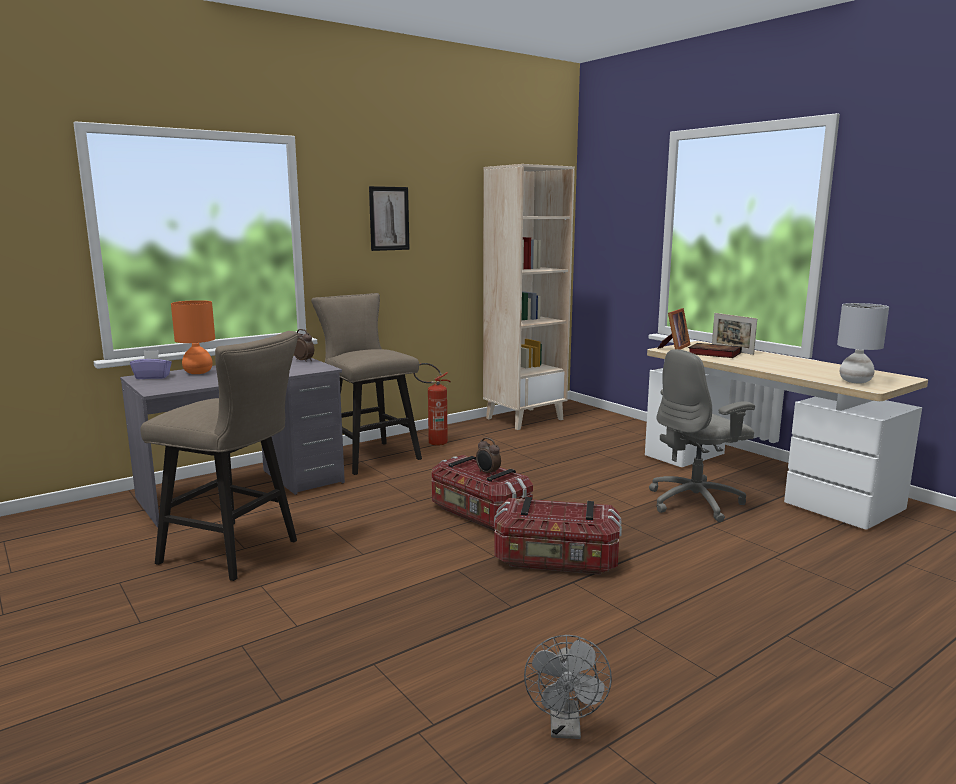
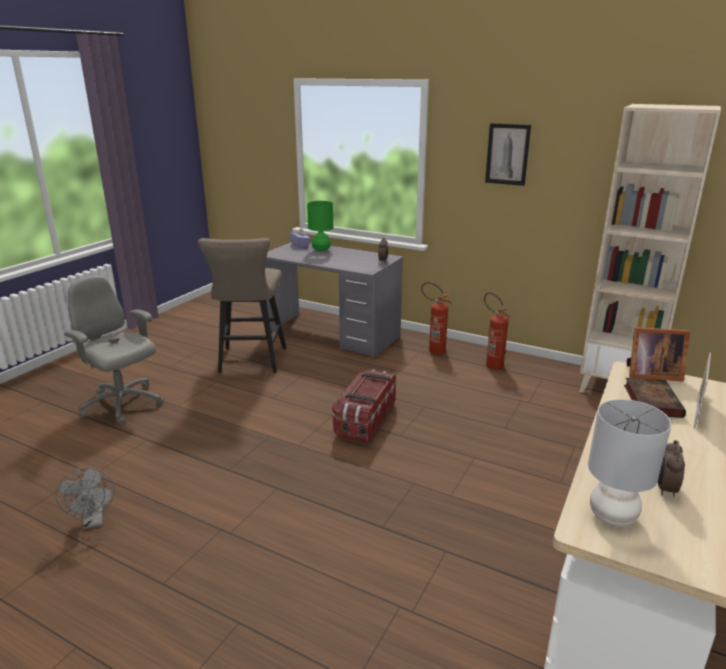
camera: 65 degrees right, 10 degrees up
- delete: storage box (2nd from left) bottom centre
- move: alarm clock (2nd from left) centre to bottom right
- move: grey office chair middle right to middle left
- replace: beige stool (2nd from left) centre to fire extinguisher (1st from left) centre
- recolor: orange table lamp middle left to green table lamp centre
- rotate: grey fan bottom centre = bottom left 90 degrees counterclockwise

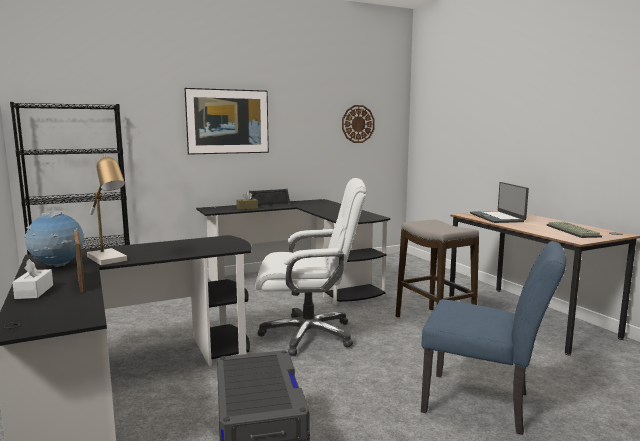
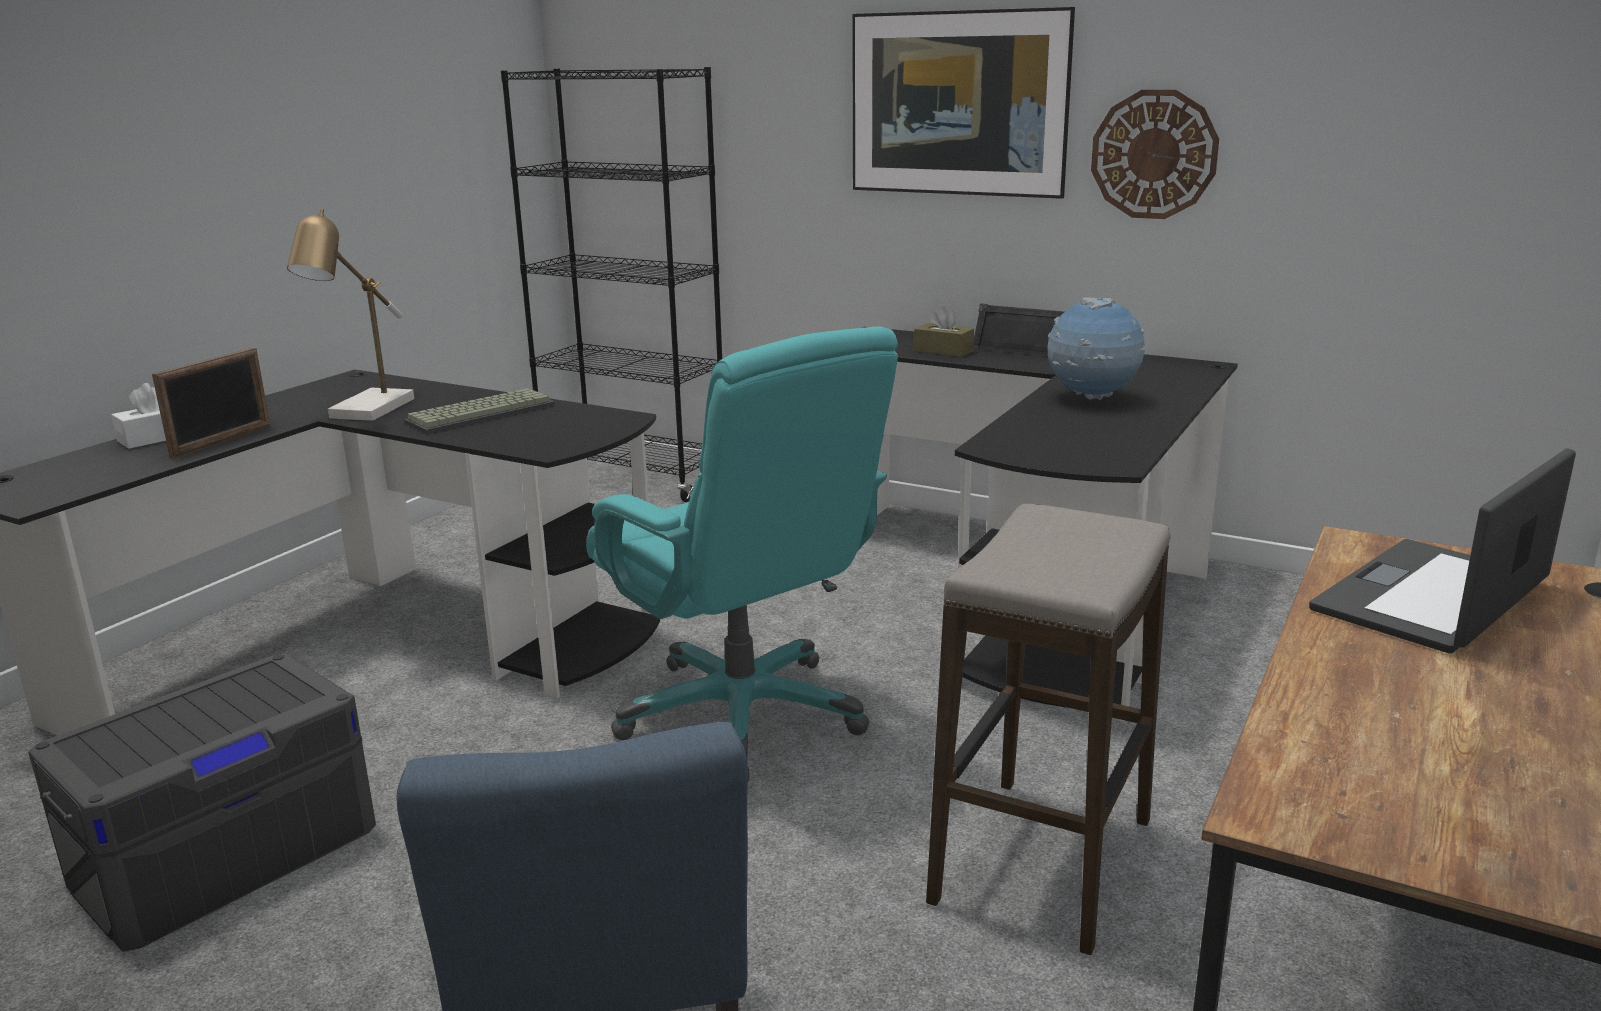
camera: 55 degrees right, 10 degrees up
- move: globe middle left to middle right
- move: wall clock top centre to top right
- move: keyboard middle right to middle left
- recolor: white office chair centre to turquoise office chair centre

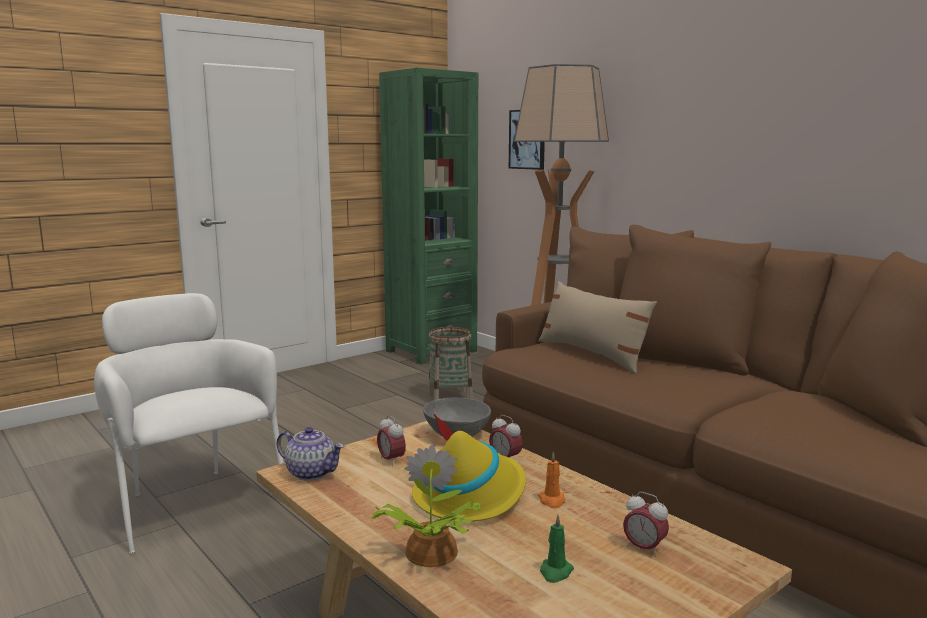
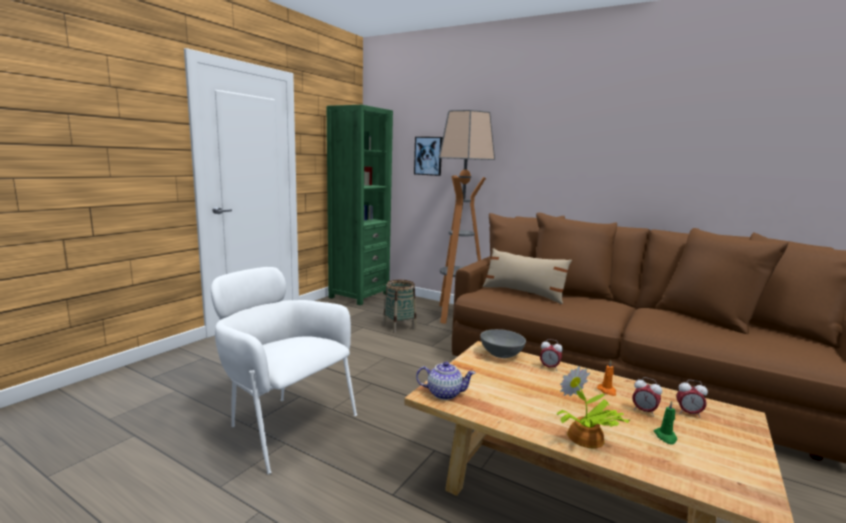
camera: 20 degrees left, 0 degrees up
- delete: yellow hat bottom centre
- move: alarm clock (1st from left in the first image) bottom centre to alarm clock (2nd from left) bottom right

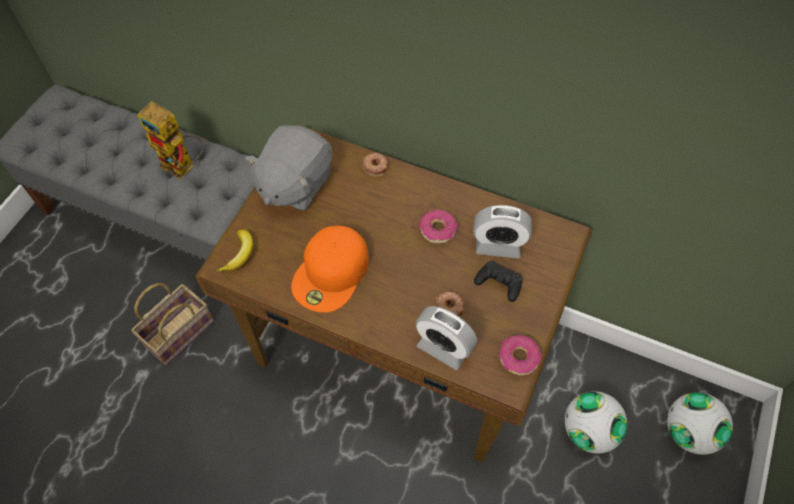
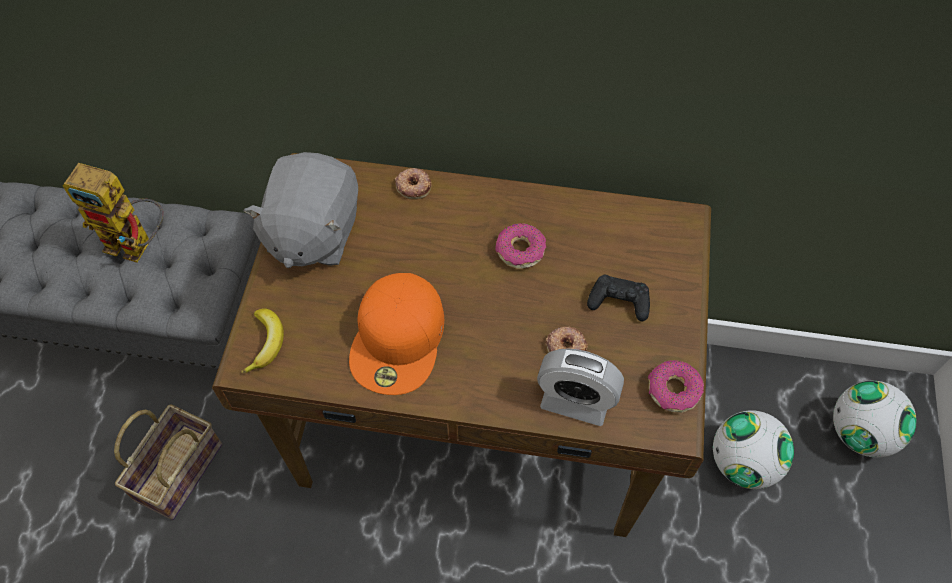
camera: 15 degrees left, 0 degrees up
- delete: alarm clock (2nd from left) centre

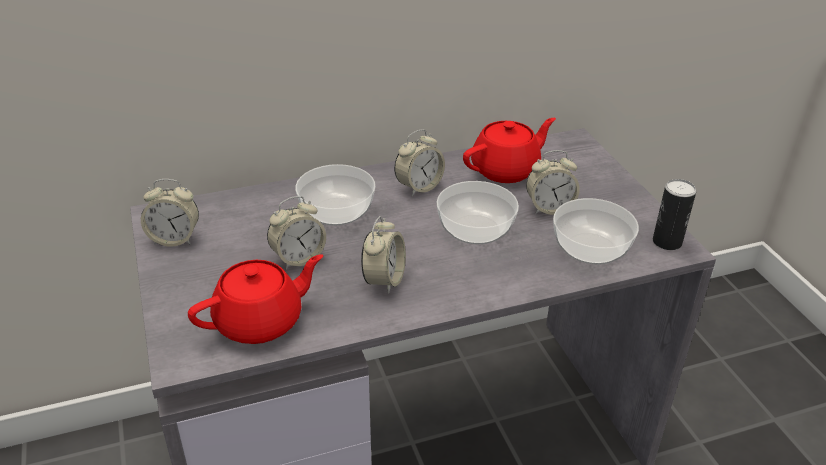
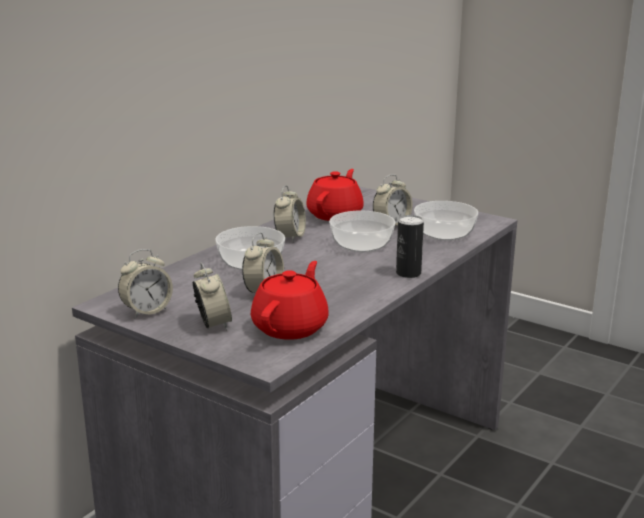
camera: 35 degrees left, 15 degrees down
- move: alarm clock (3rd from left in the first image) centre to alarm clock (2nd from left) middle left
- move: can middle right to centre

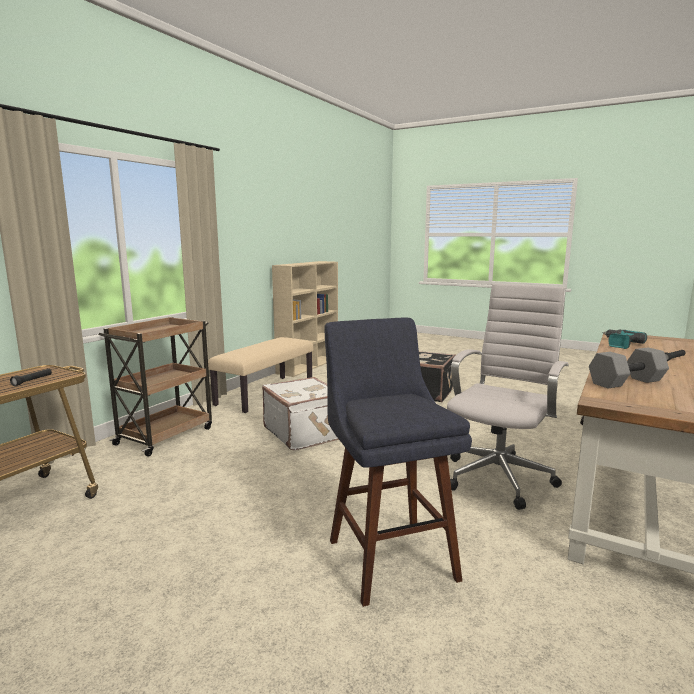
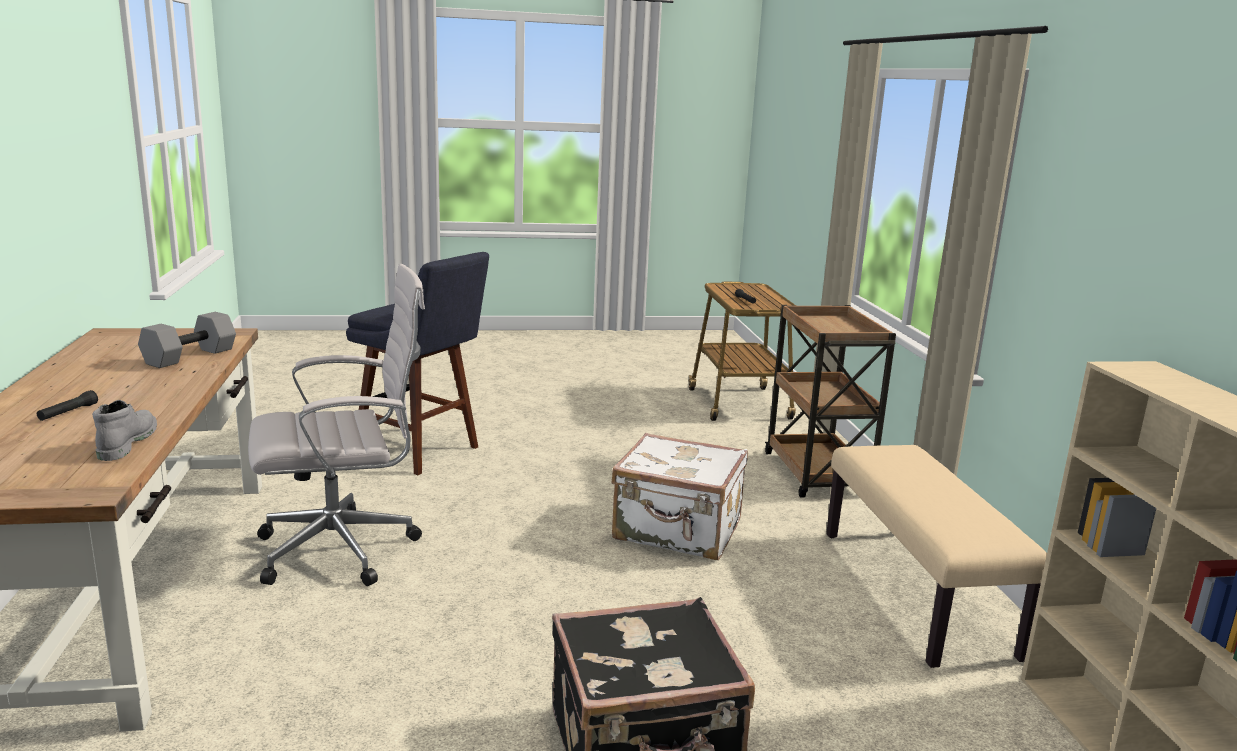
camera: 140 degrees right, 5 degrees up
- replace: power drill middle right to grey boot middle left
- rotate: white office chair middle right = middle left 105 degrees counterclockwise

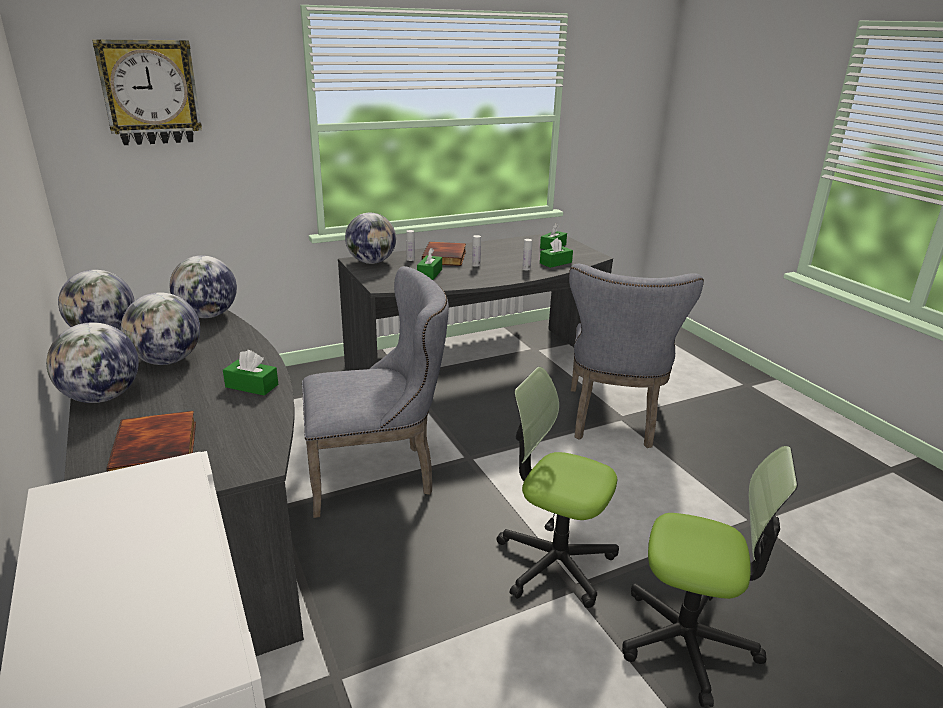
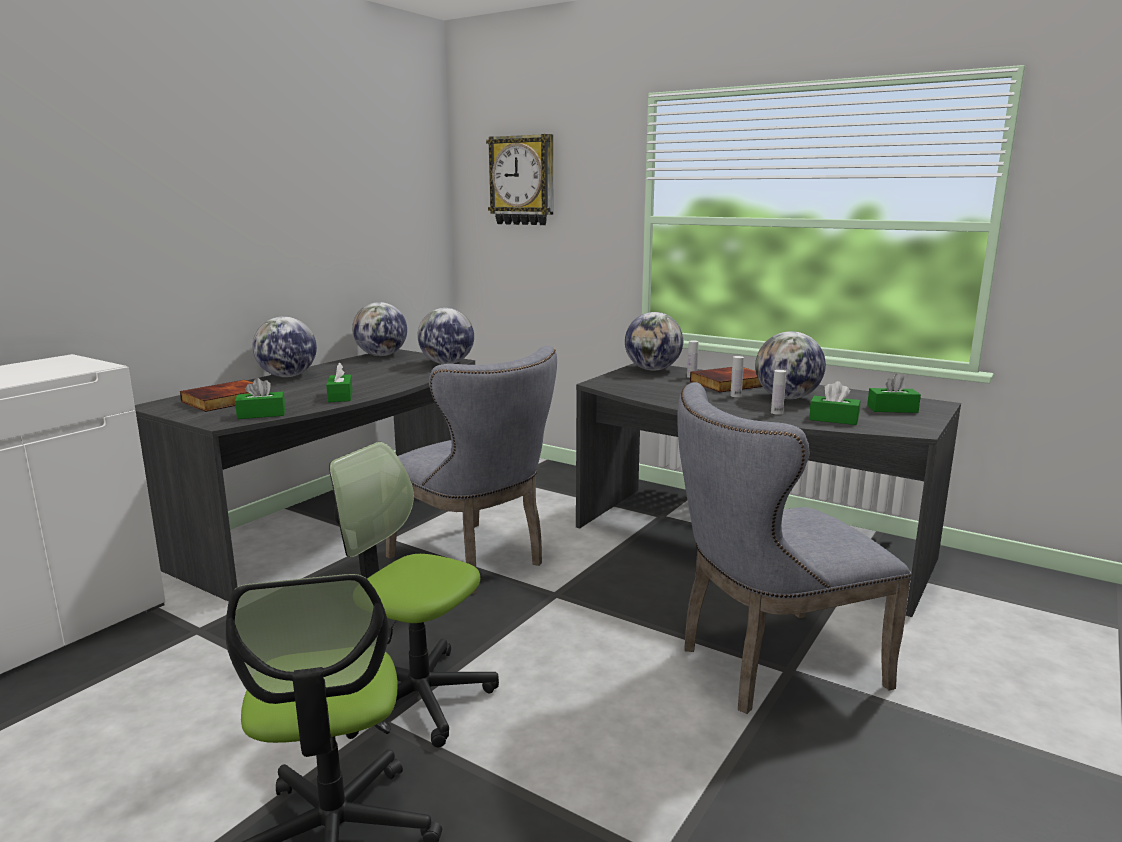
camera: 60 degrees right, 10 degrees down
- move: globe (3rd from left in the first image) middle left to globe (5th from left) middle right
- move: green tissue box (2nd from left in the first image) centre to green tissue box (1st from left) middle left
- rotate: office chair (1st from left in the first image) bottom centre = bottom centre 60 degrees counterclockwise

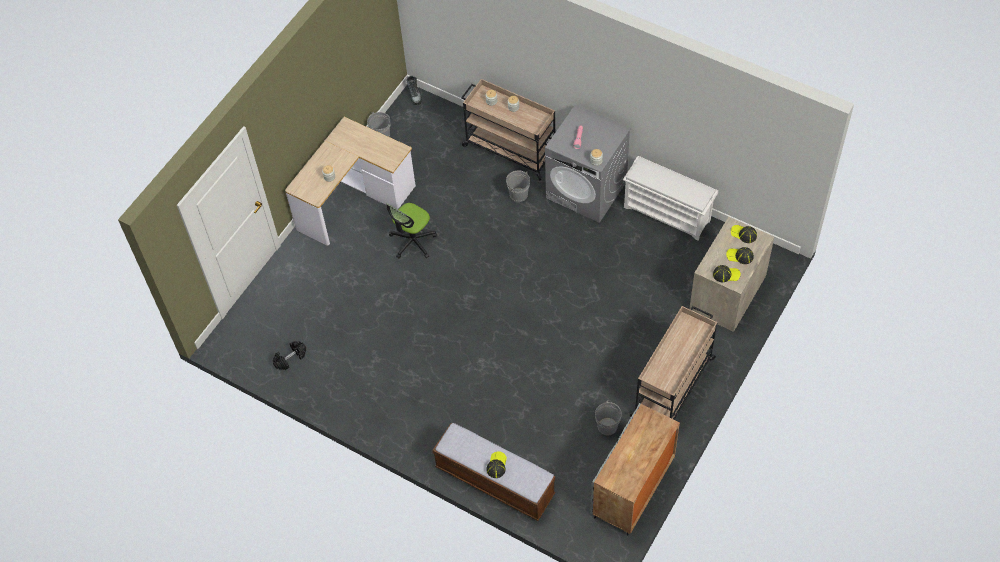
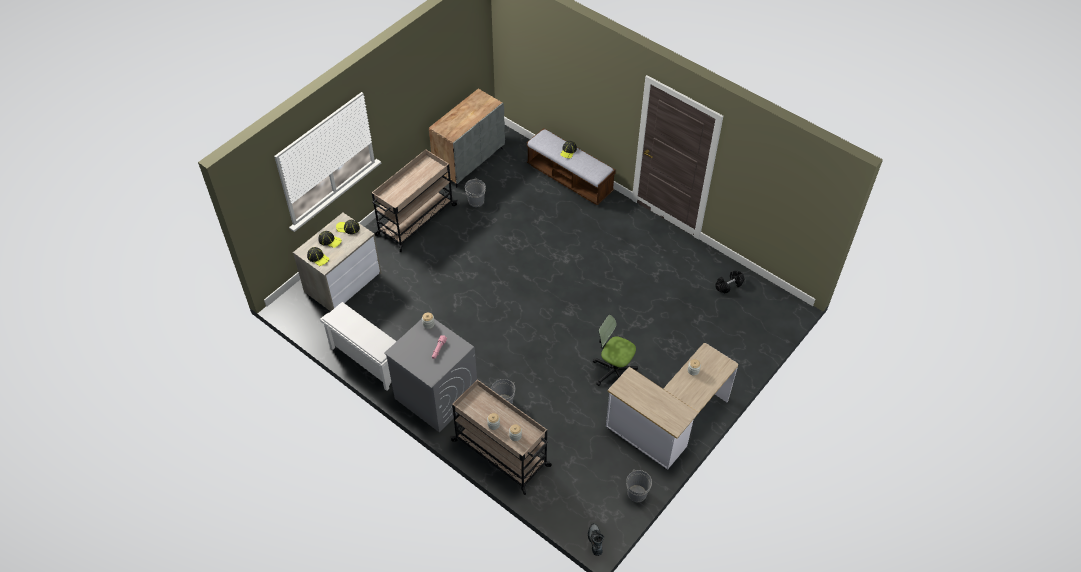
camera: 175 degrees left, 5 degrees down
- rotate: office chair centre = centre 105 degrees counterclockwise

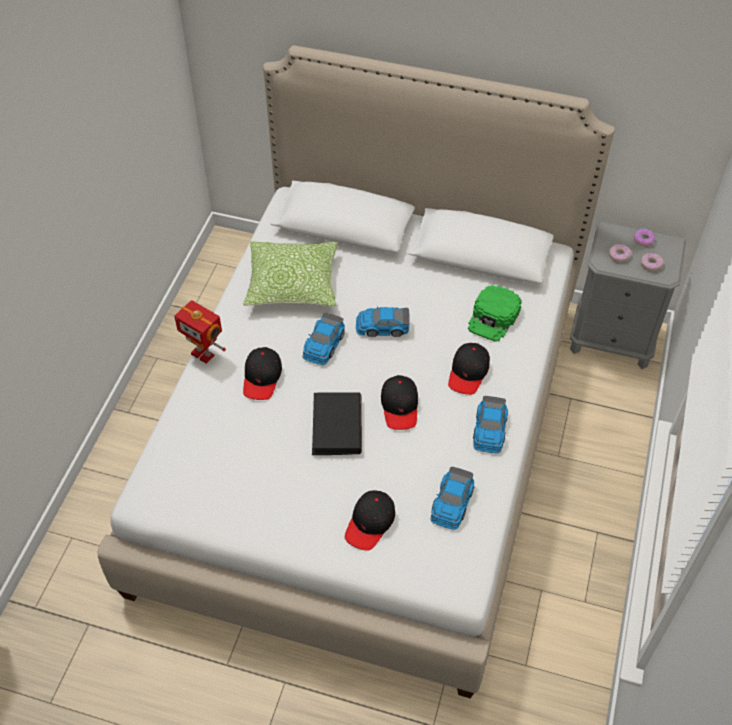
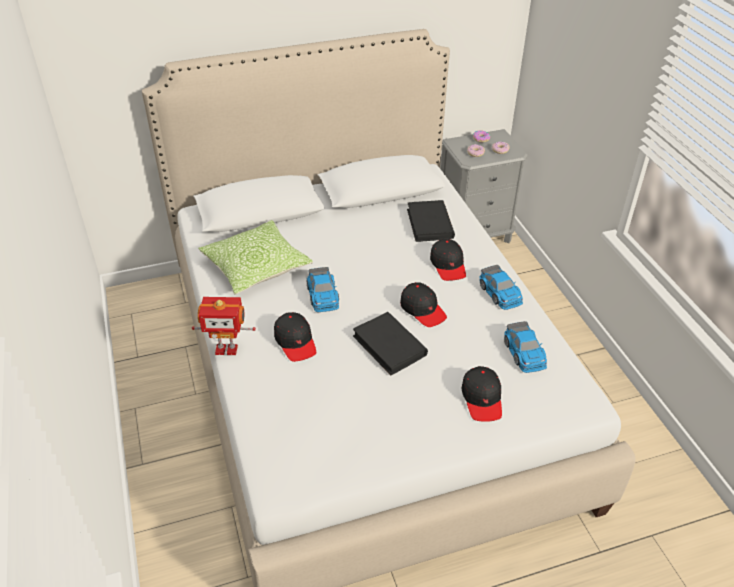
camera: 35 degrees left, 10 degrees down
- delete: toy car (2nd from left) centre
- replace: green cap middle right to black book (2nd from left) centre

